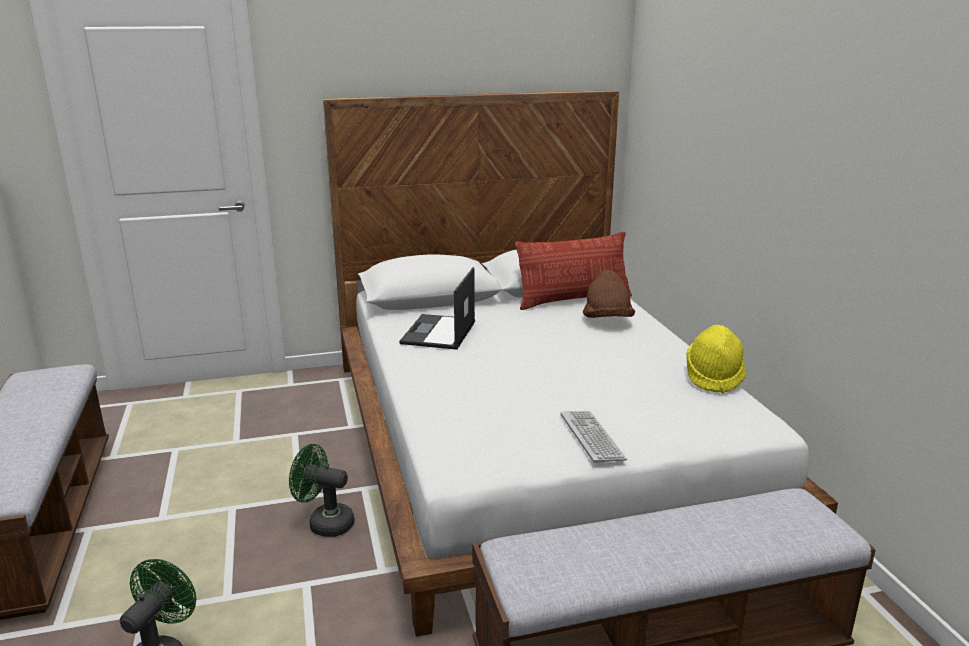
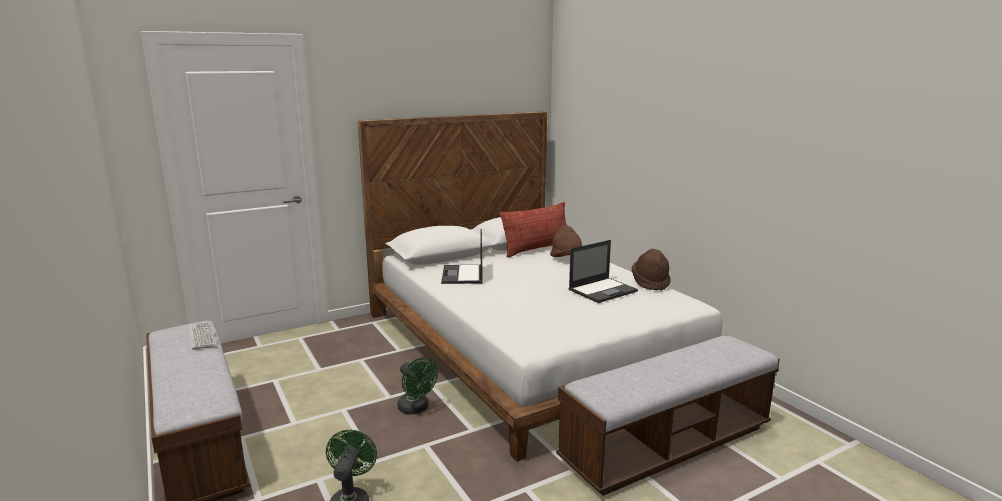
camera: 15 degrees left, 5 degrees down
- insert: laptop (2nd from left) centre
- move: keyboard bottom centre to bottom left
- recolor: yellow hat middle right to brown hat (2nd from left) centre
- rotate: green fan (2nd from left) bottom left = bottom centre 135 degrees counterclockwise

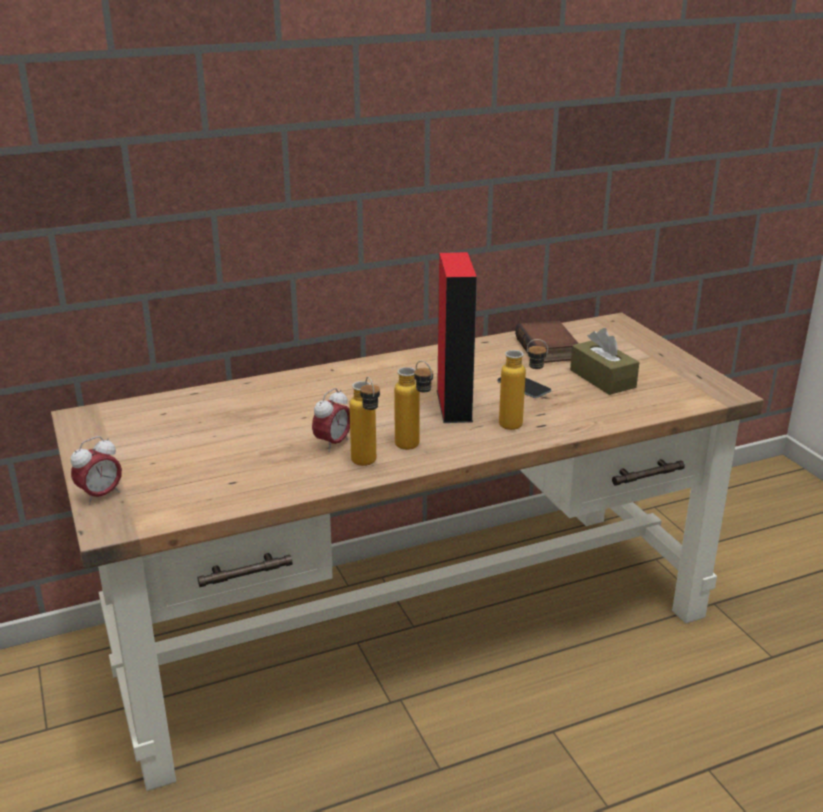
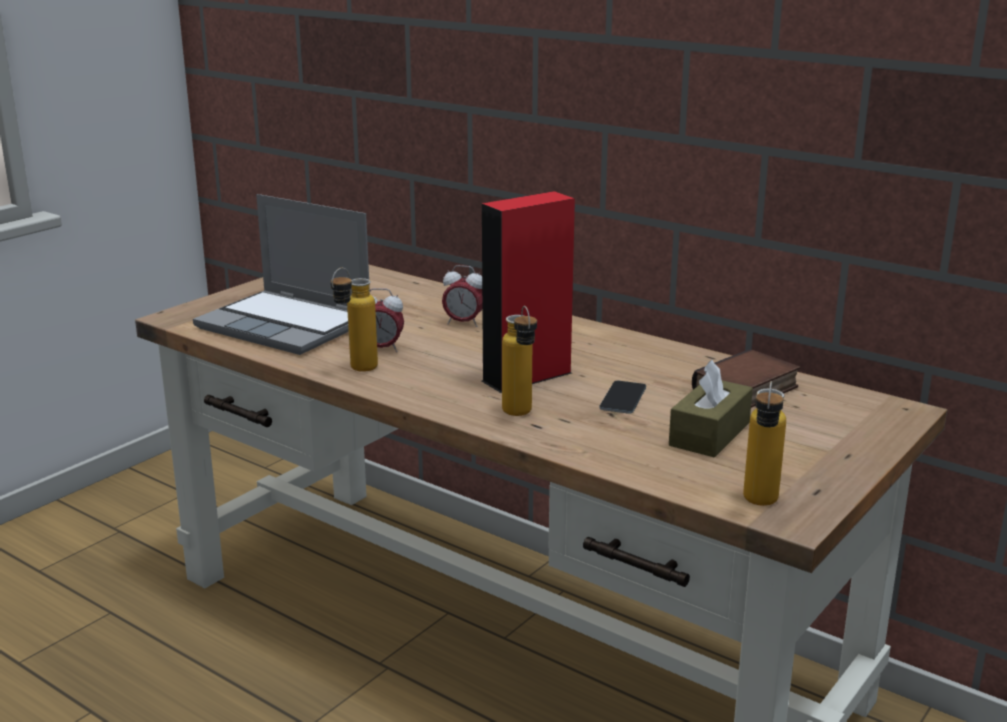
camera: 60 degrees right, 5 degrees down
- insert: laptop middle left
- move: alarm clock (1st from left in the first image) middle left to alarm clock (2nd from left) centre
- move: bottle (2nd from left in the first image) centre to bottle (3rd from left) middle right

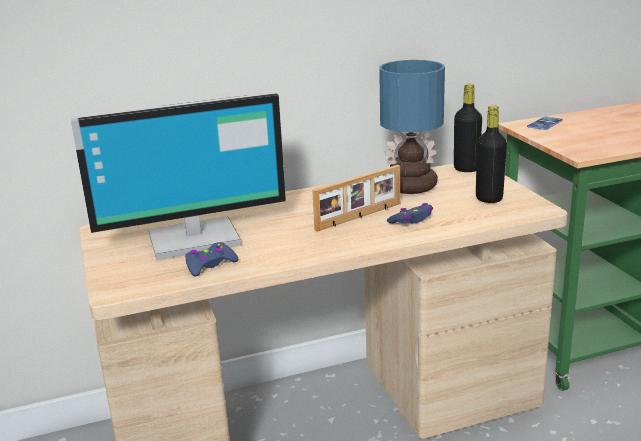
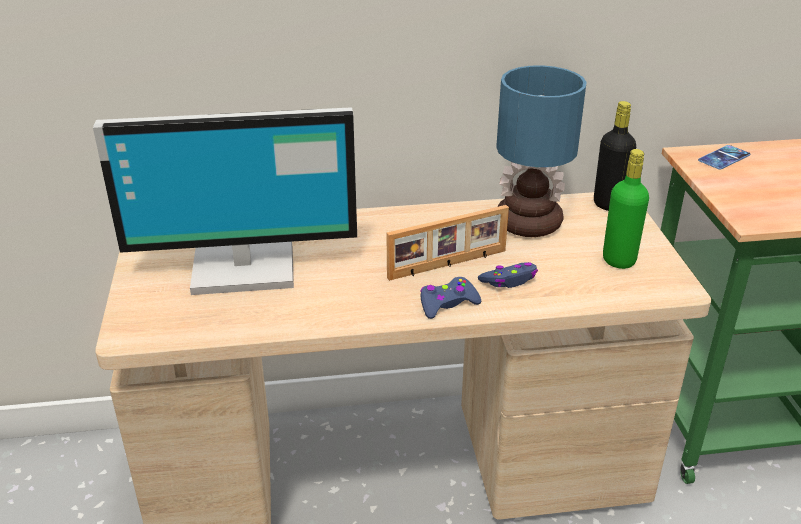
camera: 10 degrees right, 10 degrees up
- move: blue game controller (1st from left) middle left to centre
- recolor: black bottle (2nd from left) middle right to green bottle middle right

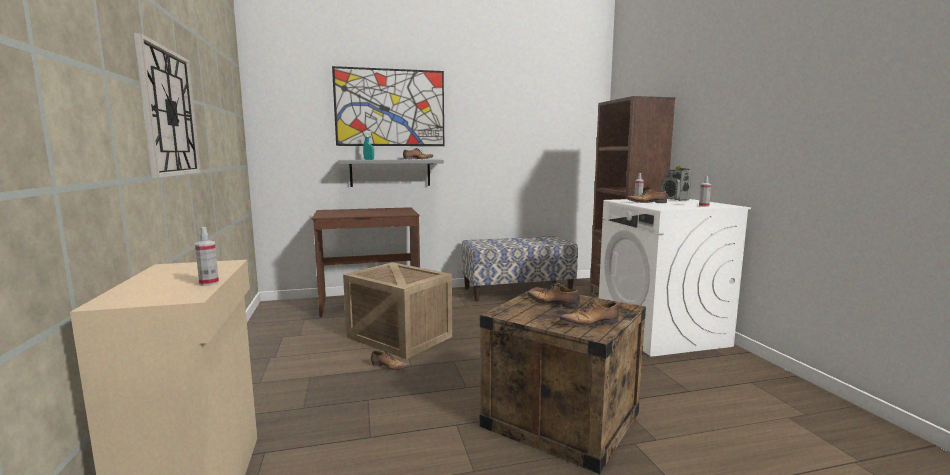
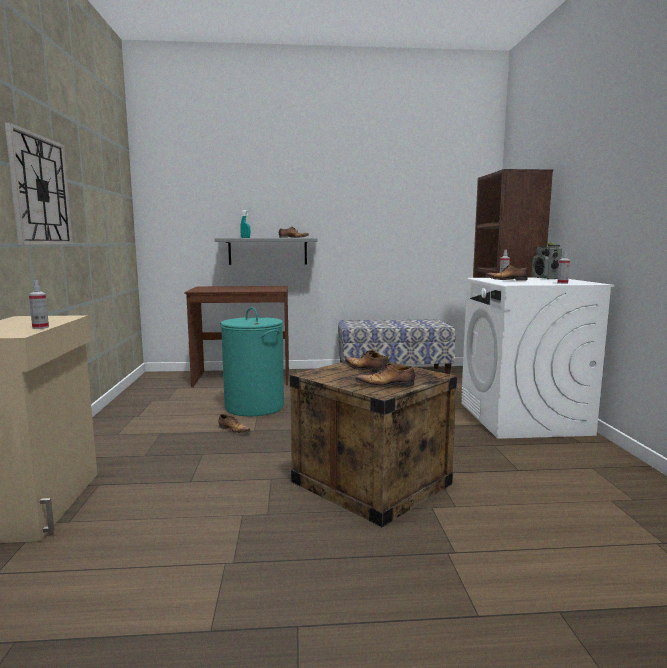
camera: 10 degrees right, 0 degrees up
- delete: picture top centre
- replace: crate (1st from left) centre to turquoise laundry basket centre

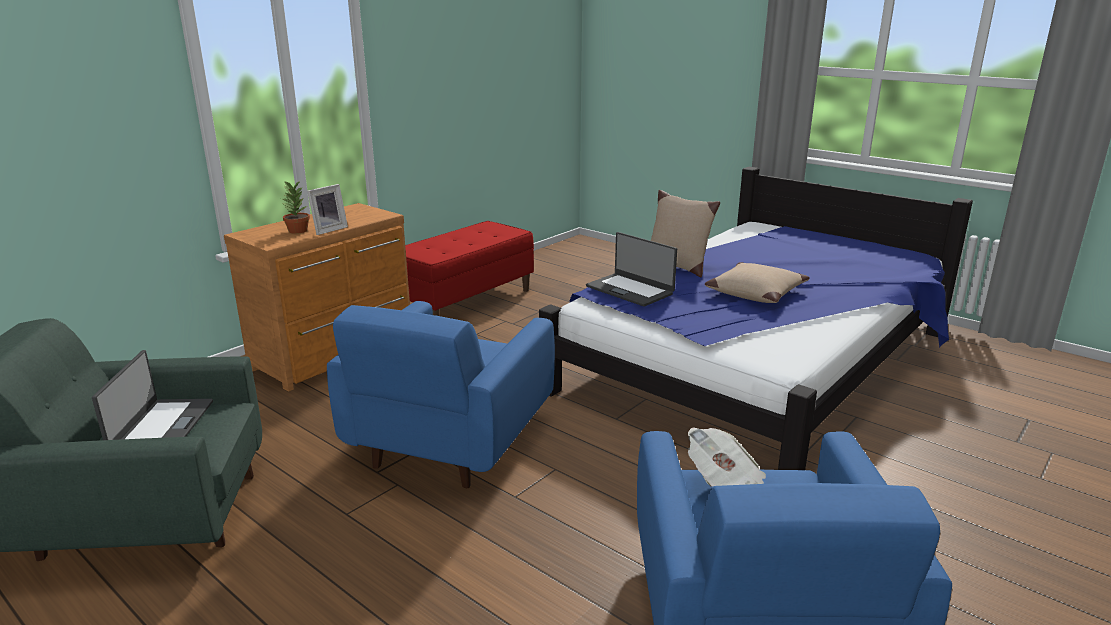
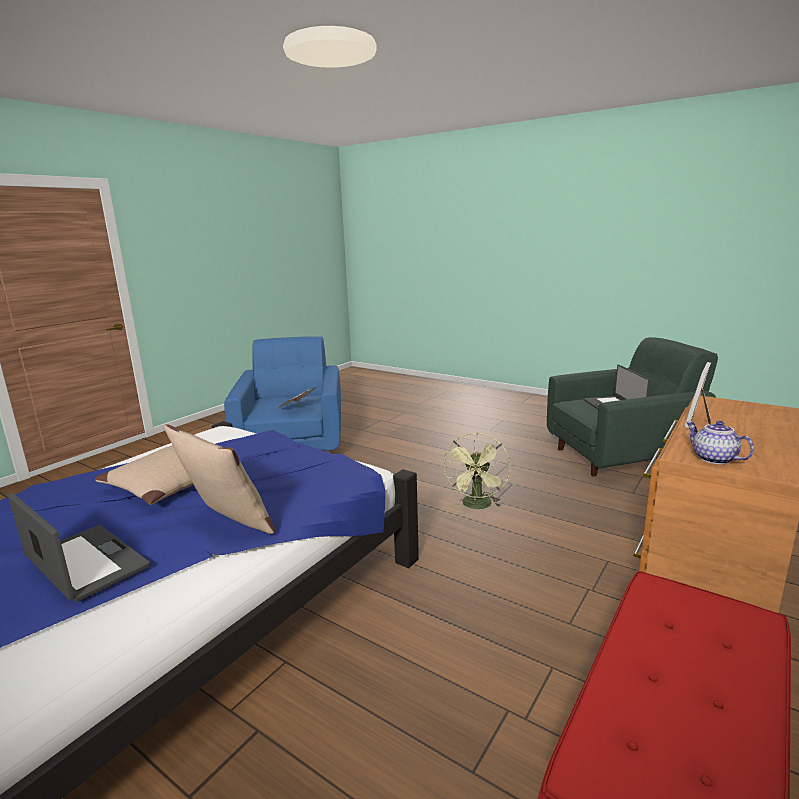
camera: 175 degrees right, 5 degrees down
- delete: potted plant top left
- insert: teapot middle right
- move: laptop (2nd from left in the first image) centre to laptop (1st from left) bottom left
- replace: blue armchair (1st from left) centre to green fan centre

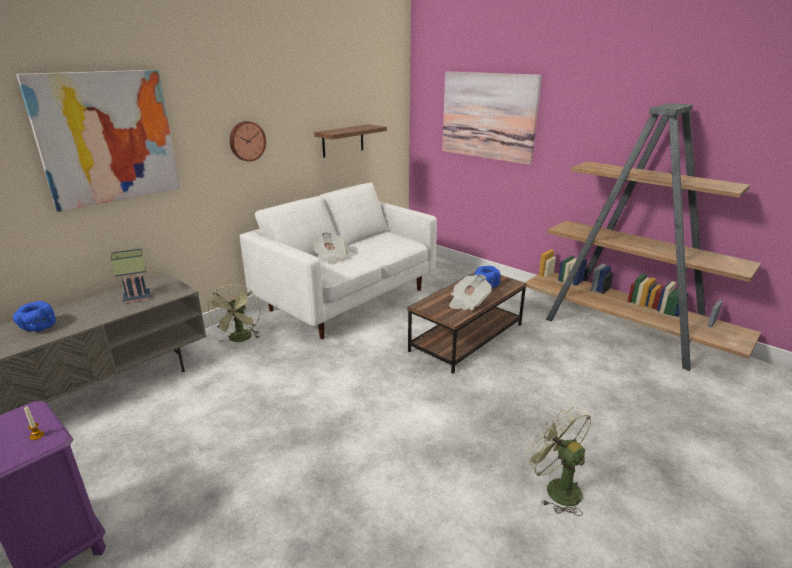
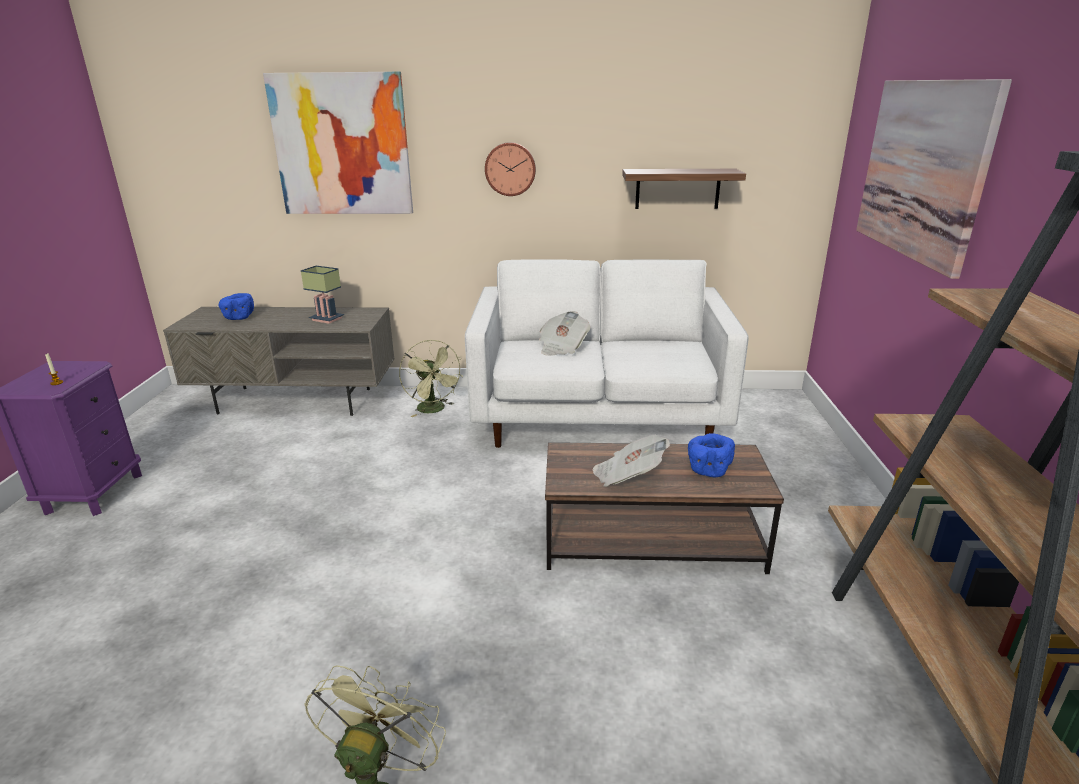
camera: 50 degrees right, 0 degrees up
- rotate: green fan (1st from left in the first image) middle left = centre 75 degrees counterclockwise

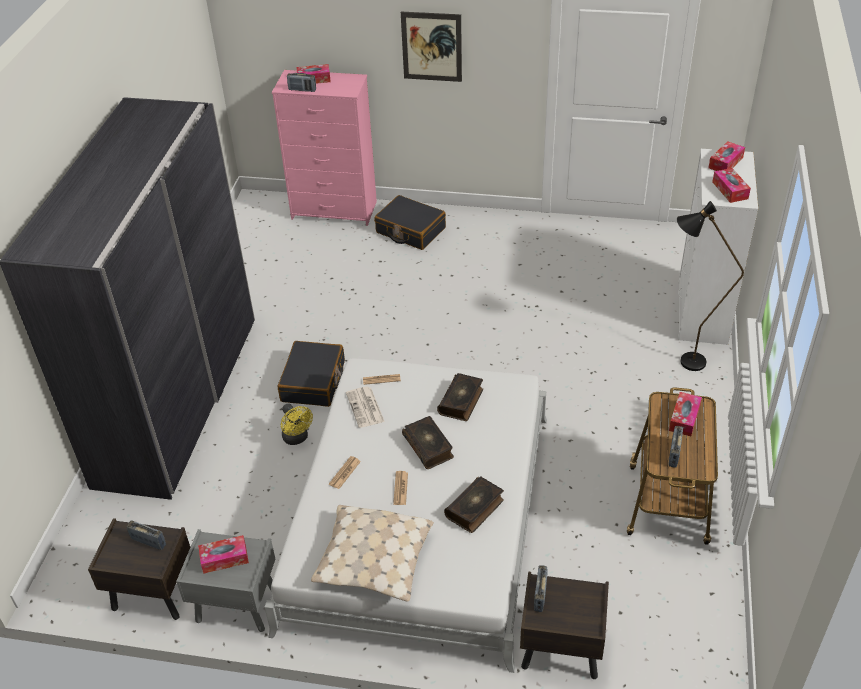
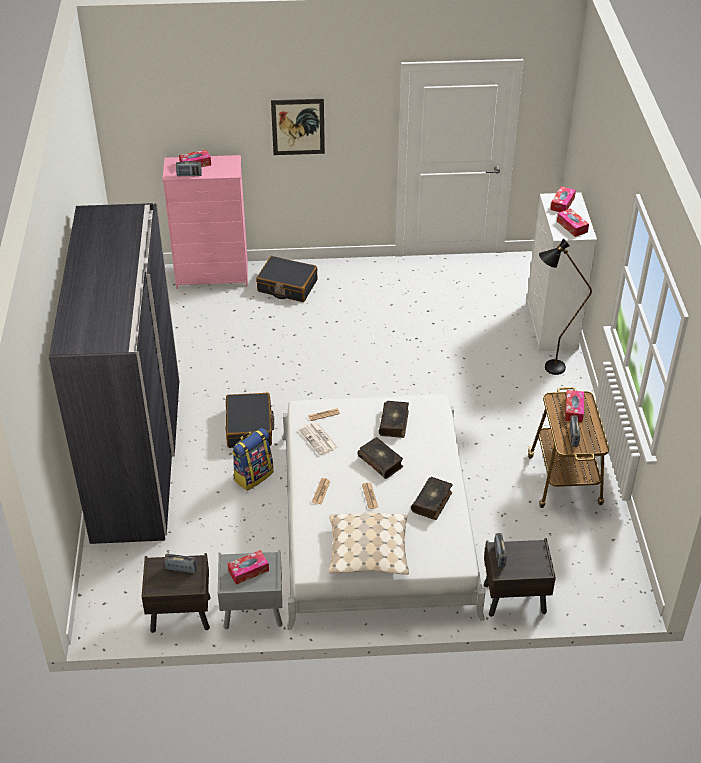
camera: 15 degrees left, 0 degrees up
- replace: yellow fan centre to backpack centre

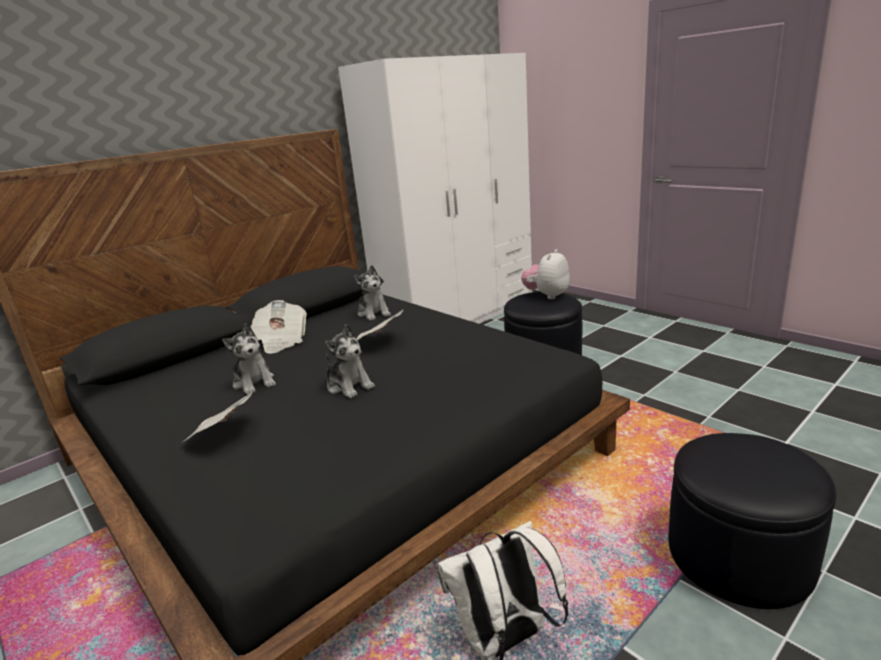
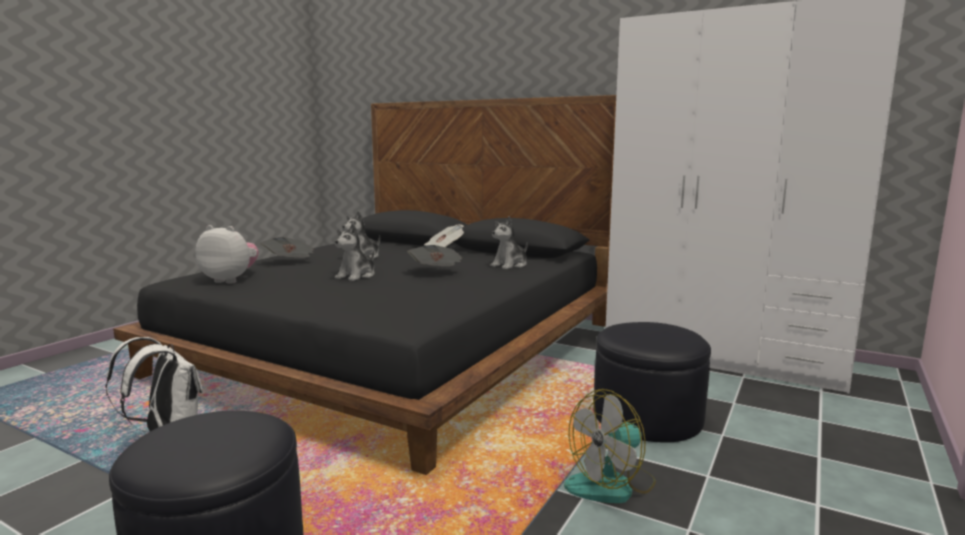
camera: 70 degrees right, 10 degrees down
- insert: fan bottom centre
- move: plush toy (4th from left in the first image) centre to plush toy (1st from left) middle left

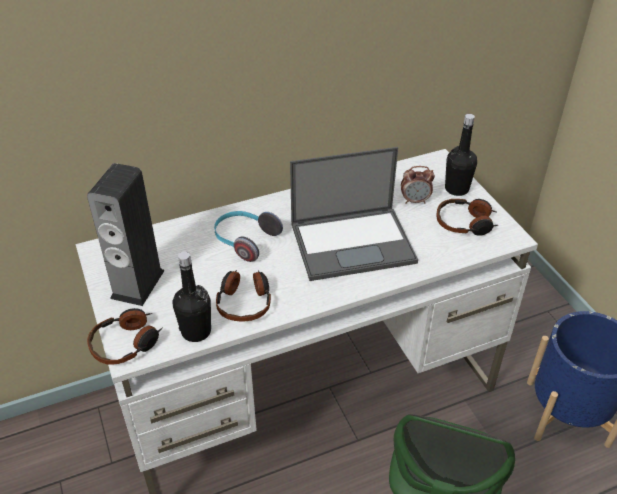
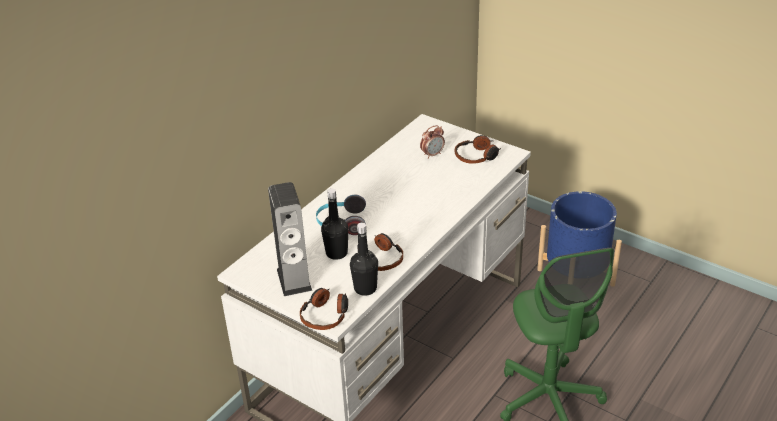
camera: 30 degrees left, 5 degrees down
- delete: laptop centre
- move: black bottle (2nd from left in the first image) top right to black bottle (1st from left) centre

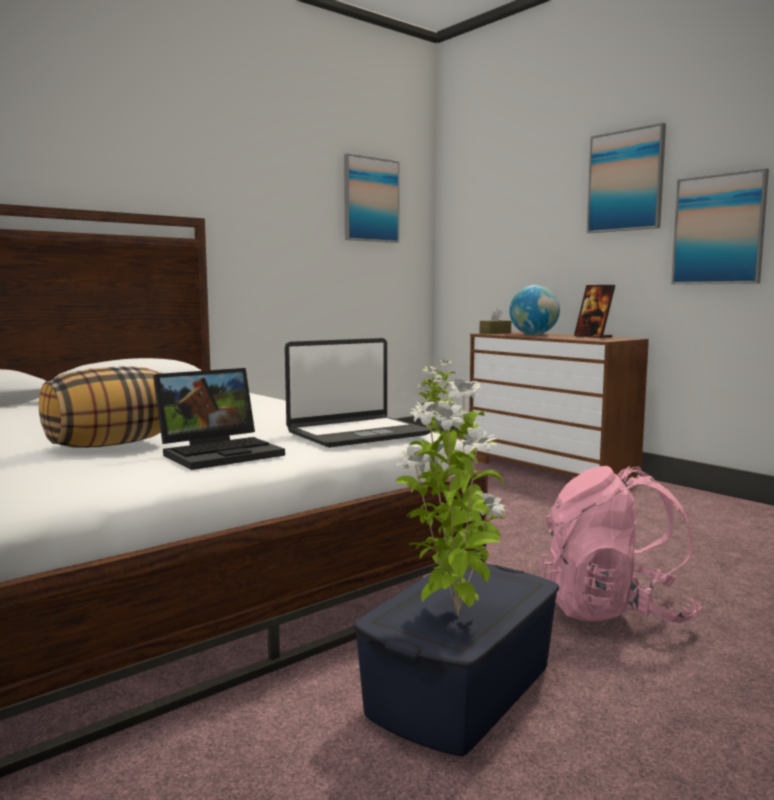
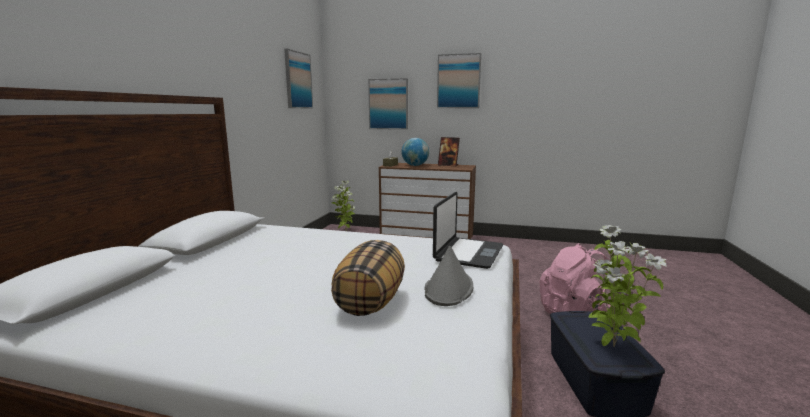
camera: 35 degrees left, 5 degrees up
- move: picture (3rd from left in the first image) top right to picture (2nd from left) top centre
- replace: laptop (1st from left) middle left to grey hat centre

